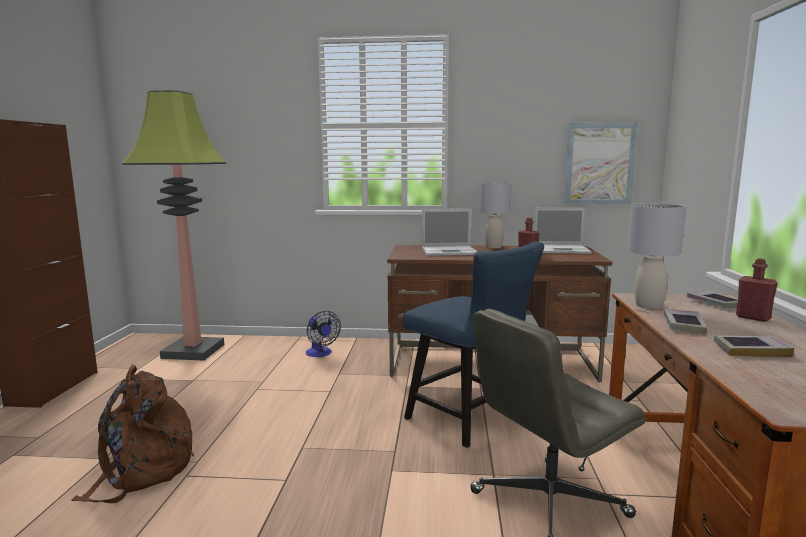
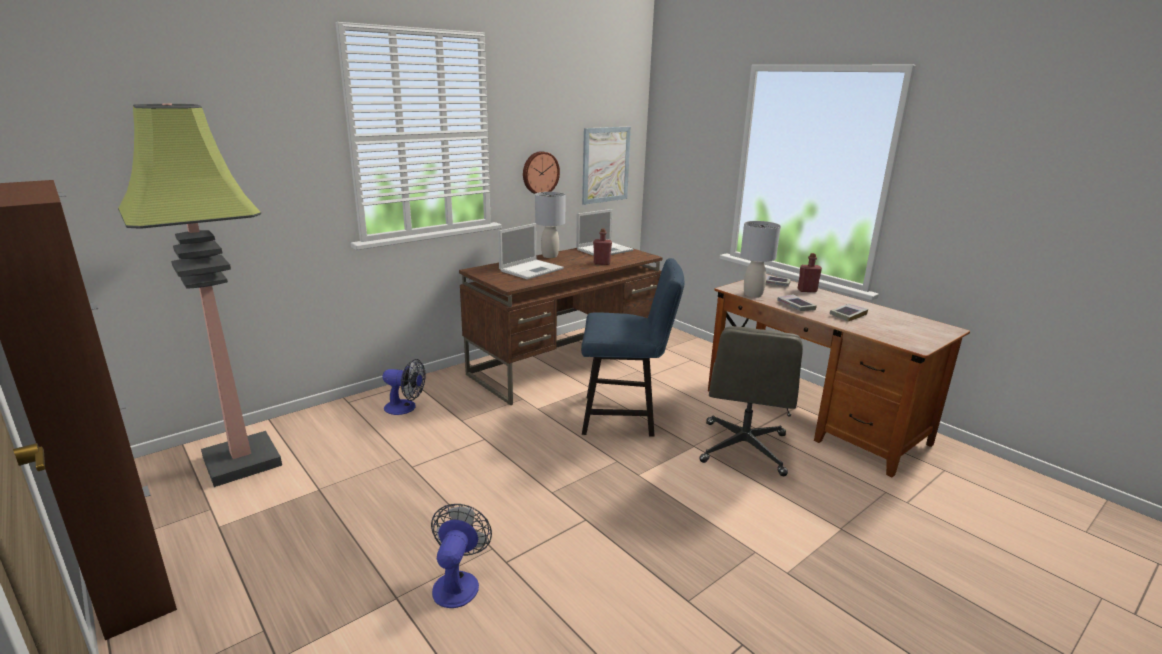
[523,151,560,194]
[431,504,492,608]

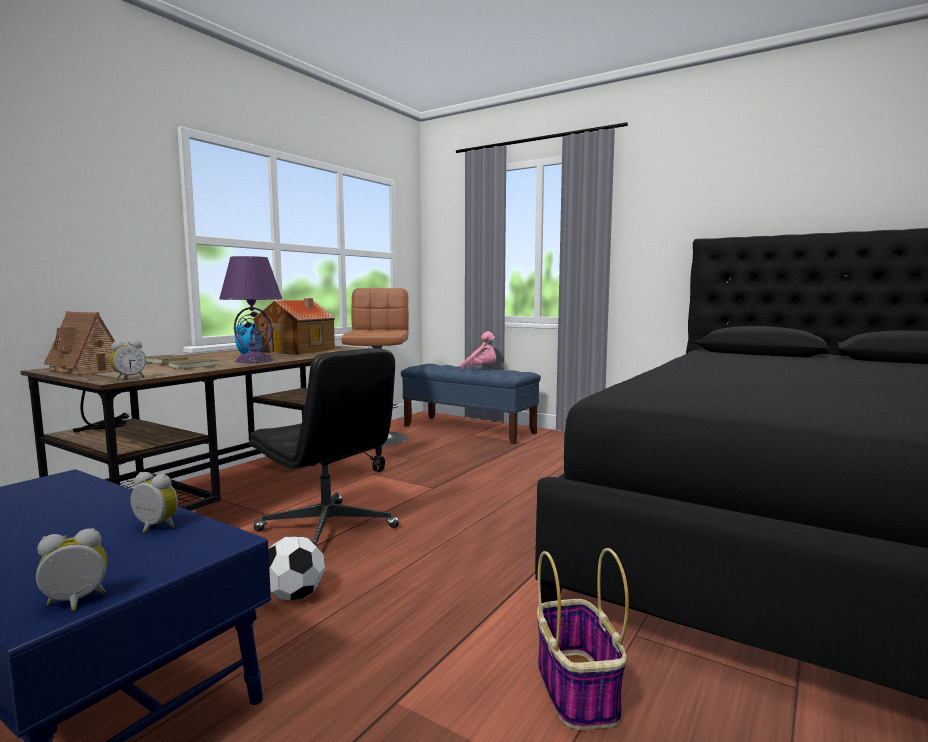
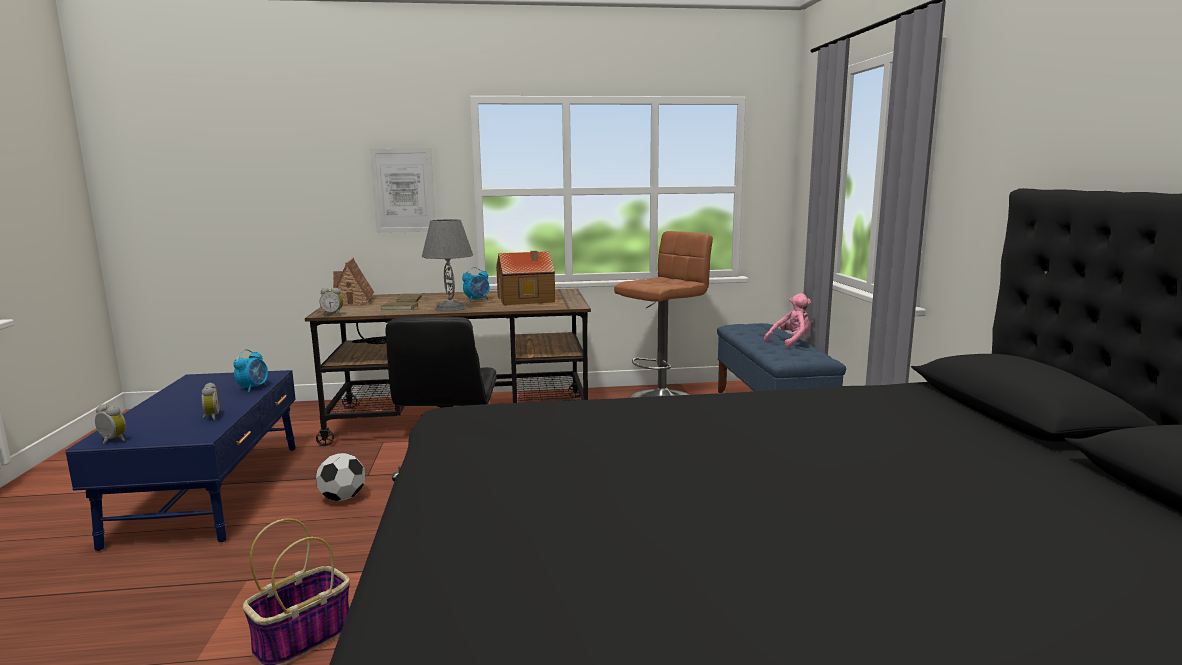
[233,349,268,392]
[370,148,435,233]
[422,219,473,311]
[764,293,811,349]

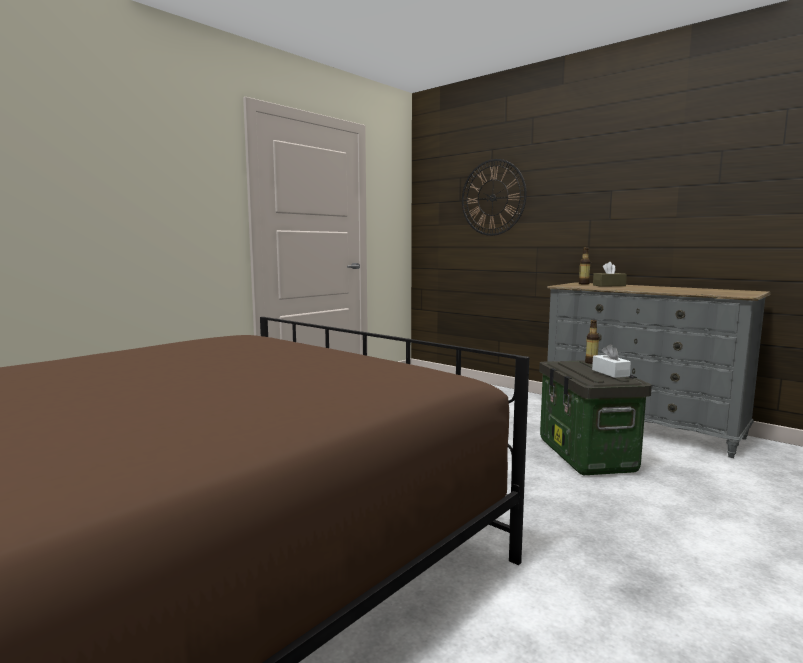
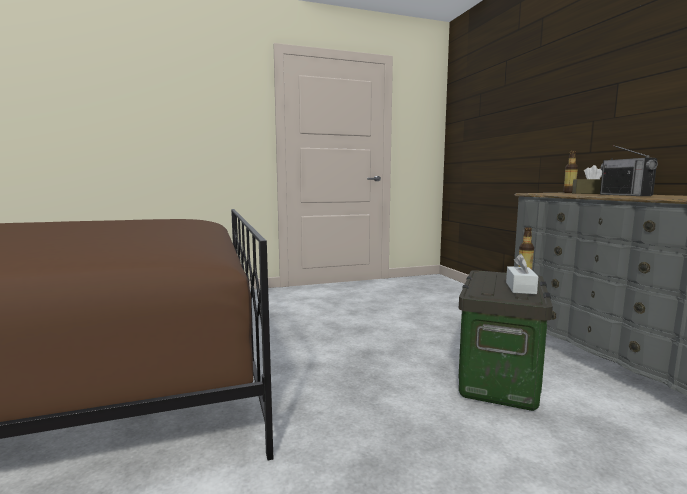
[462,159,527,236] (first image)
[600,145,658,196]

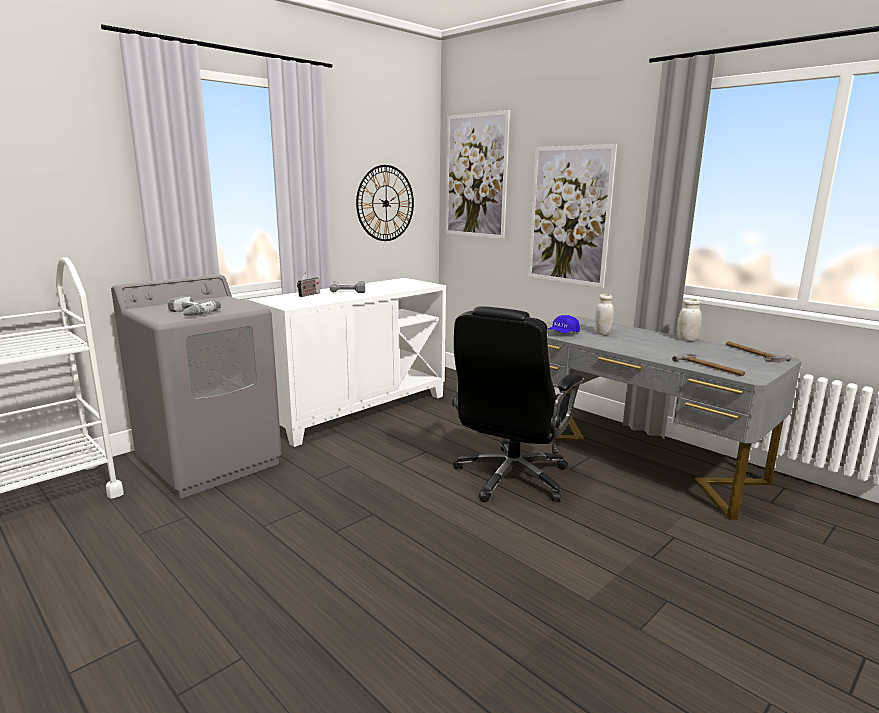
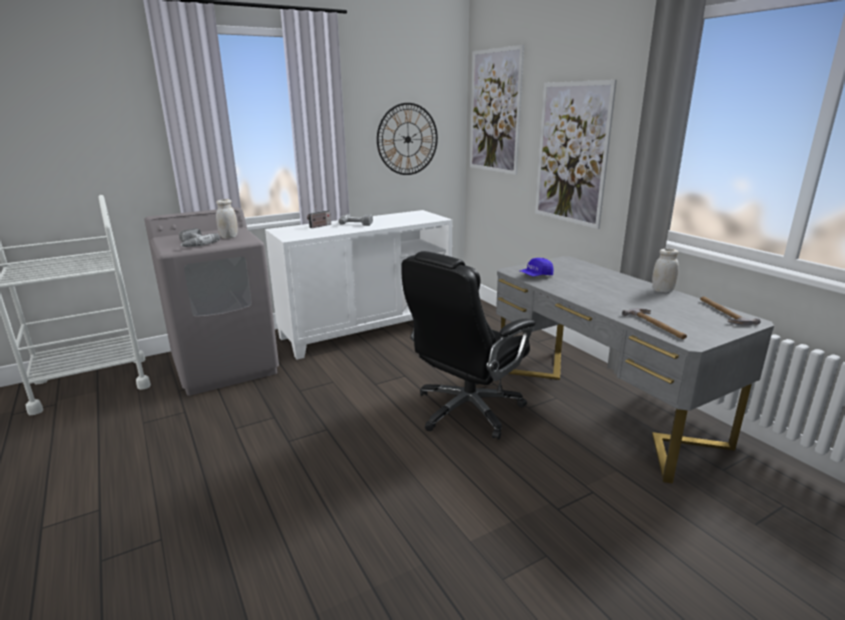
[216,199,238,239]

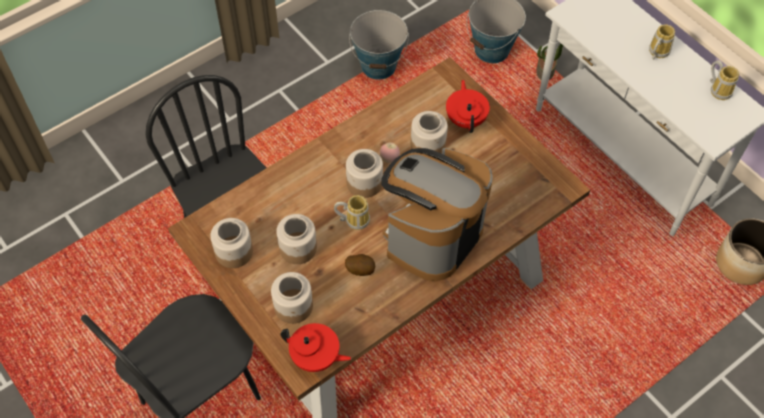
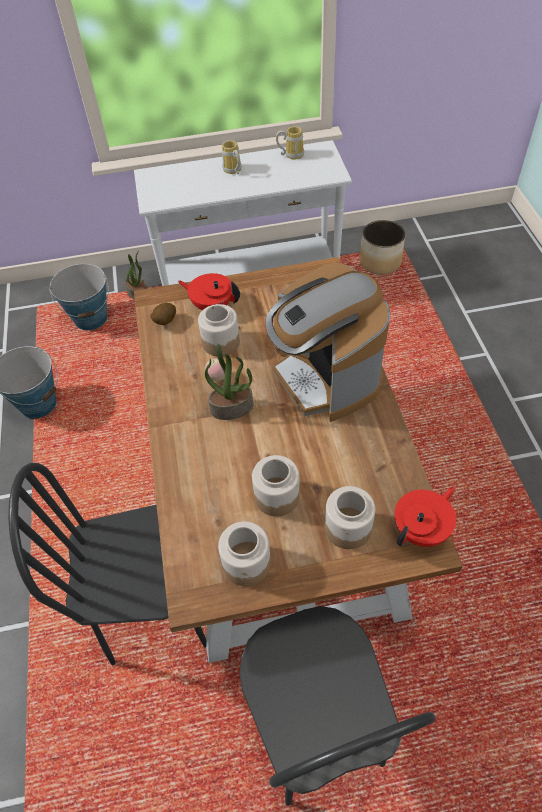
[334,195,370,230] (first image)
[150,303,176,325]
[205,343,253,420]

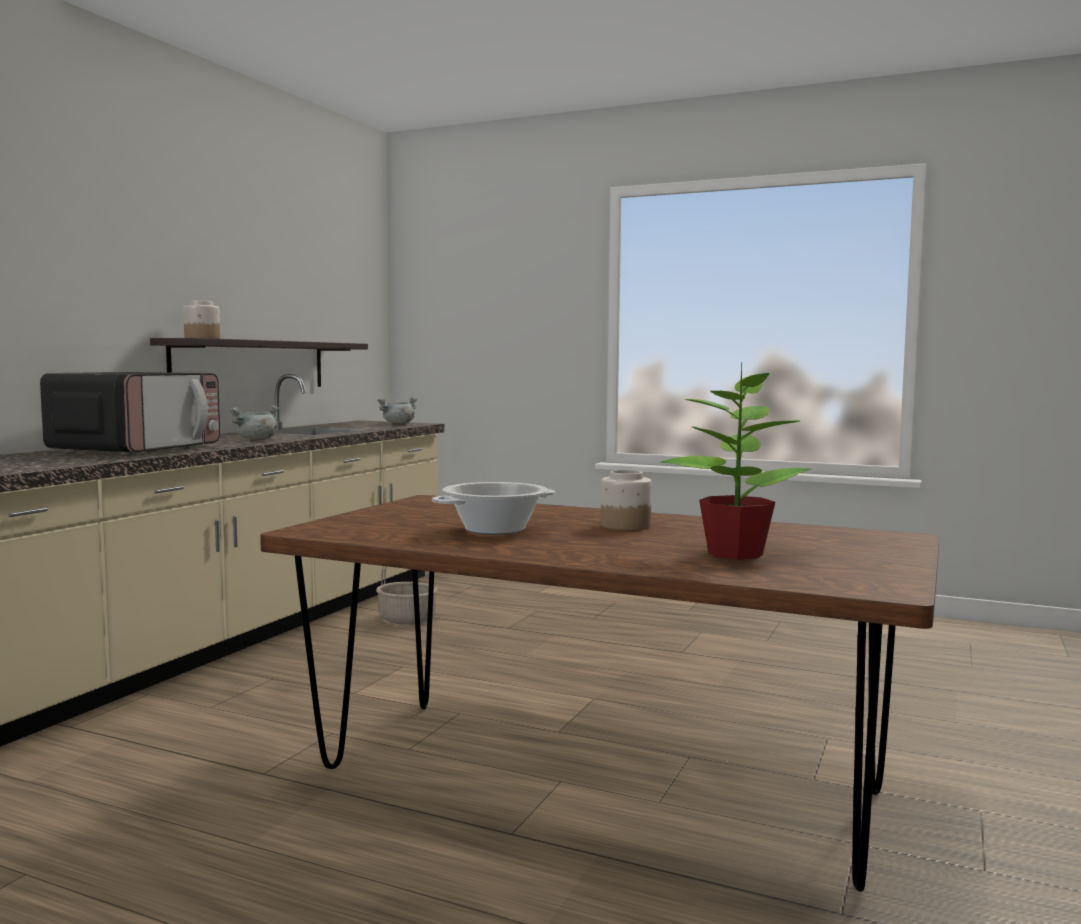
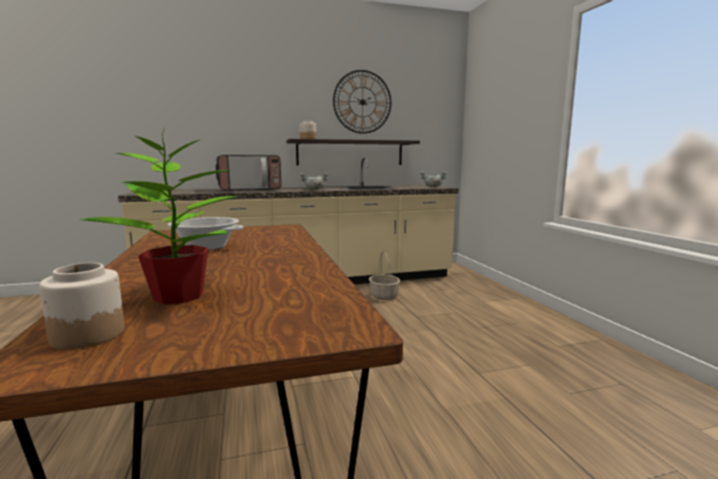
[333,70,391,134]
[39,263,125,349]

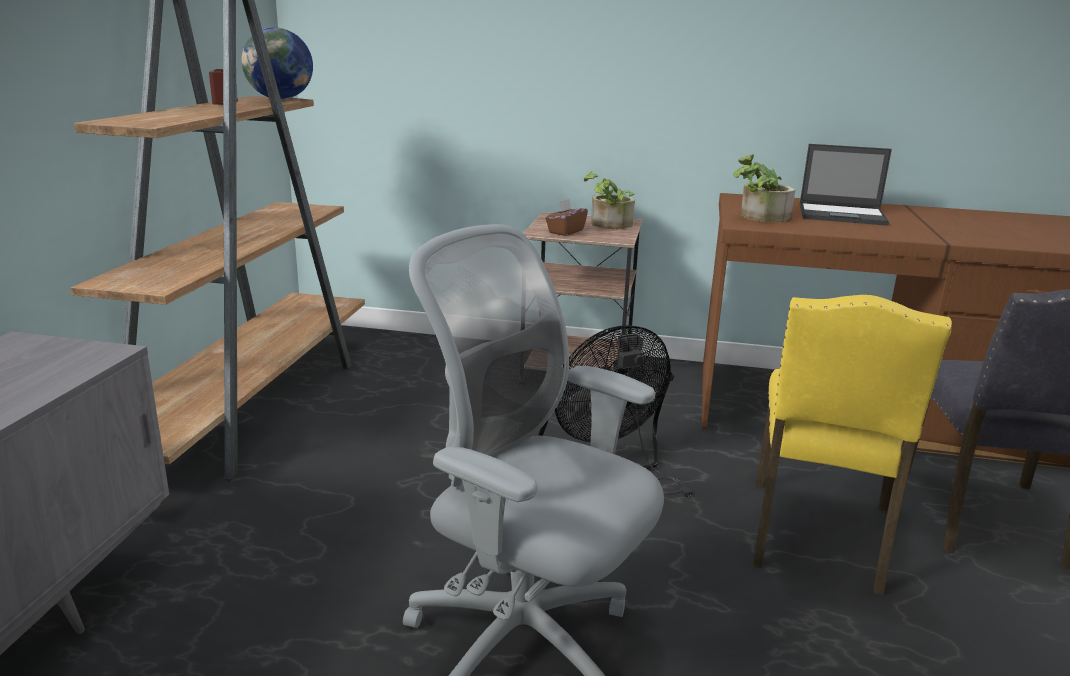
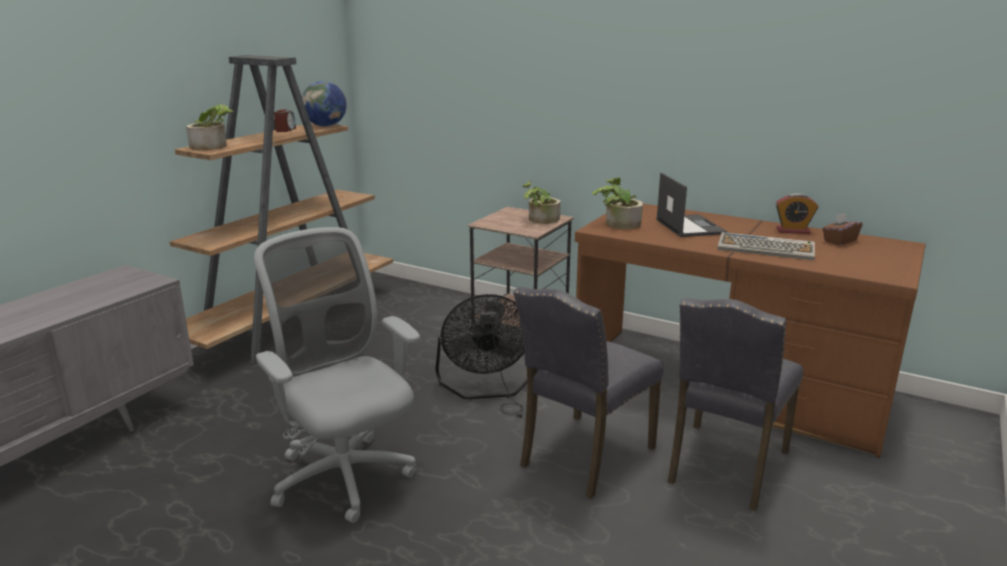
[186,104,233,150]
[717,232,815,260]
[776,193,818,234]
[823,213,863,245]
[513,286,664,499]
[656,172,727,237]

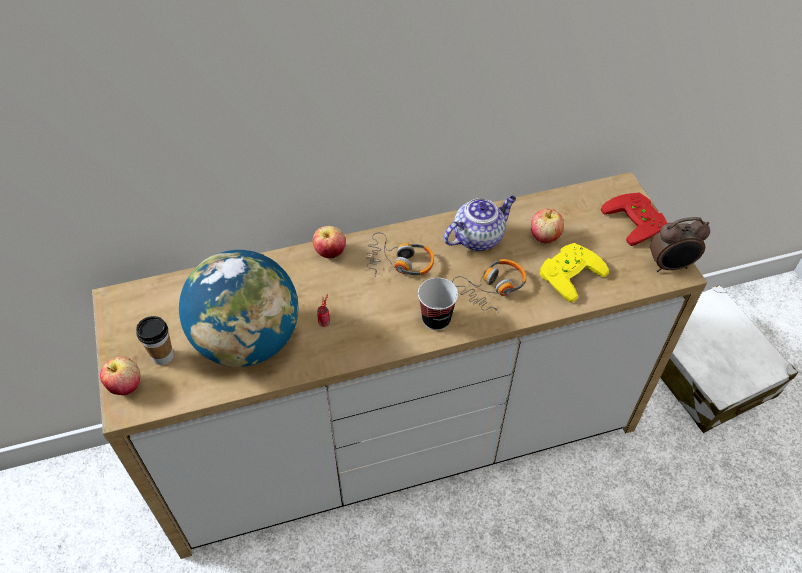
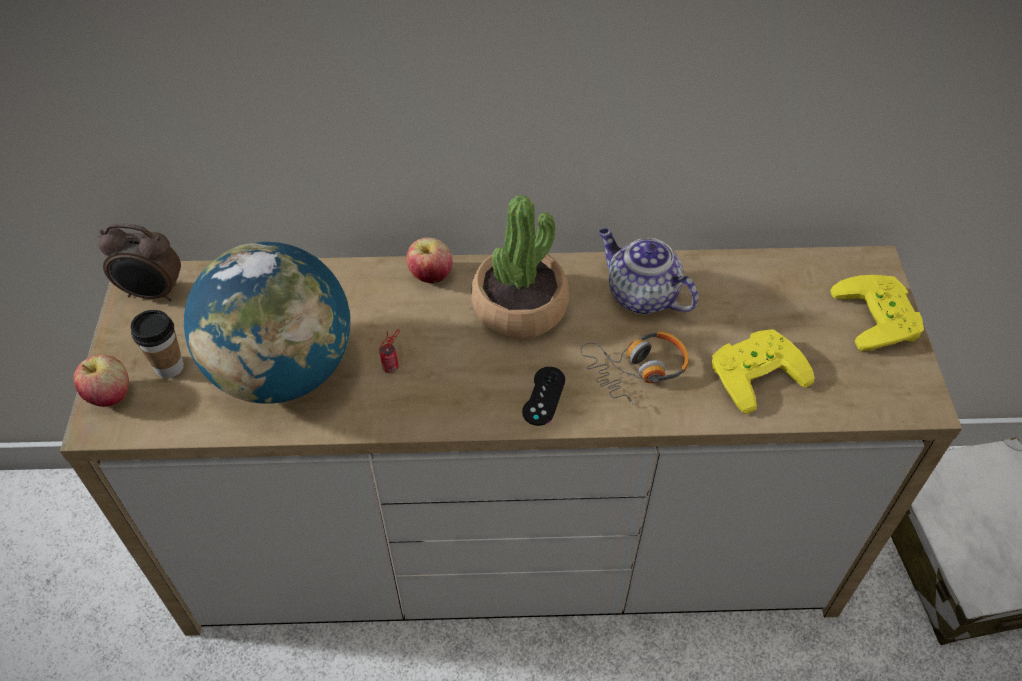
[531,209,564,243] (first image)
[98,223,181,301]
[471,195,569,339]
[522,367,566,426]
[830,275,924,351]
[599,228,699,315]

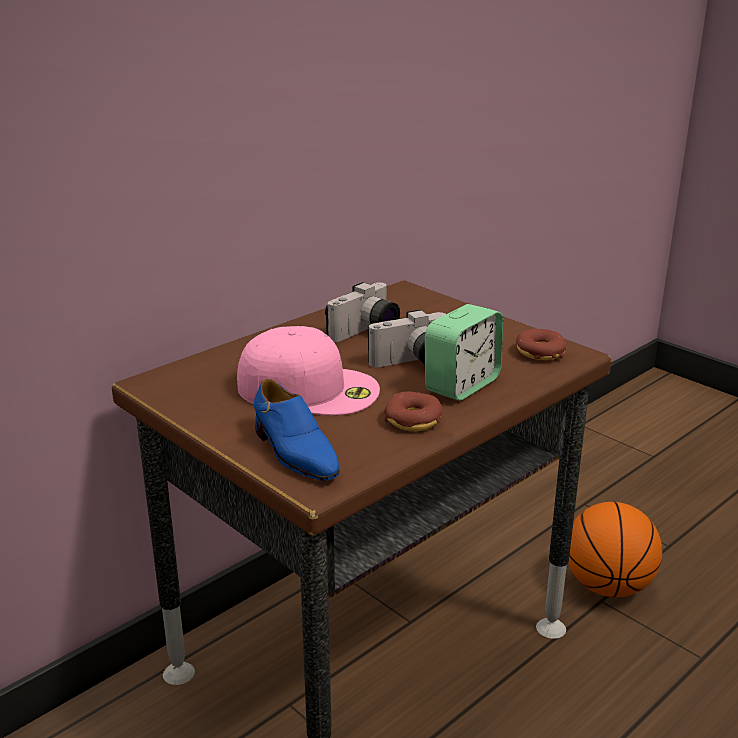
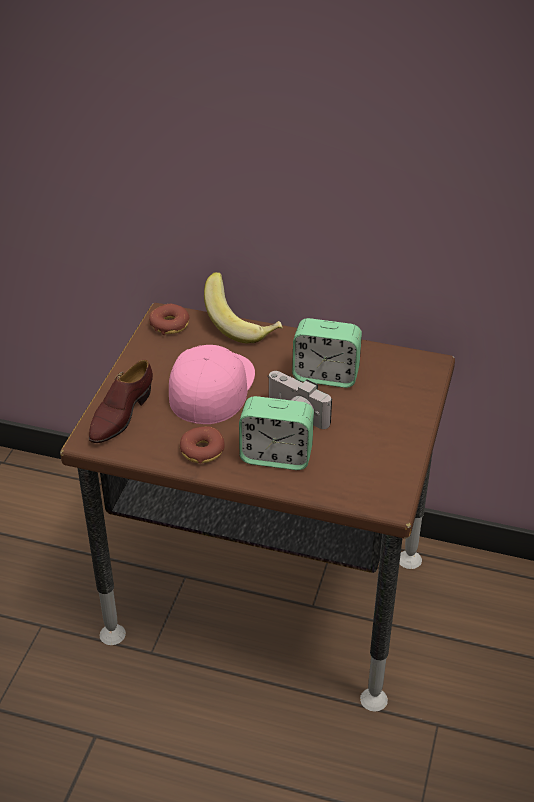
[568,502,662,597] (first image)
[204,272,283,343]
[149,304,189,335]
[292,318,362,388]
[89,360,153,443]
[169,345,255,424]

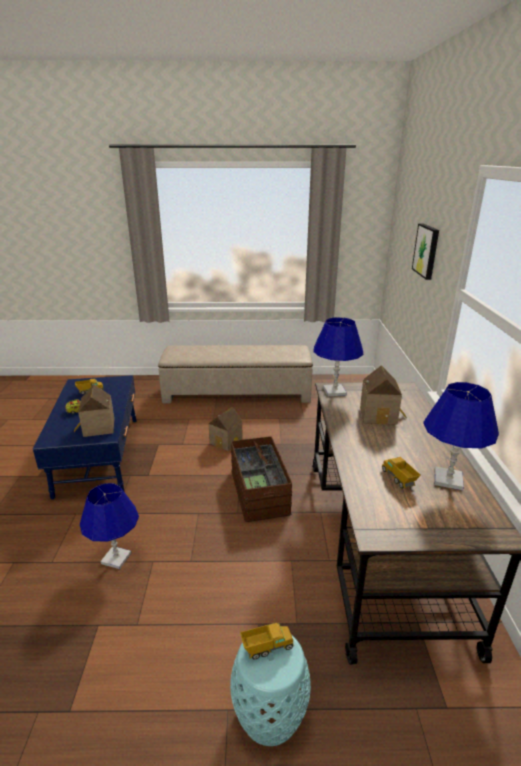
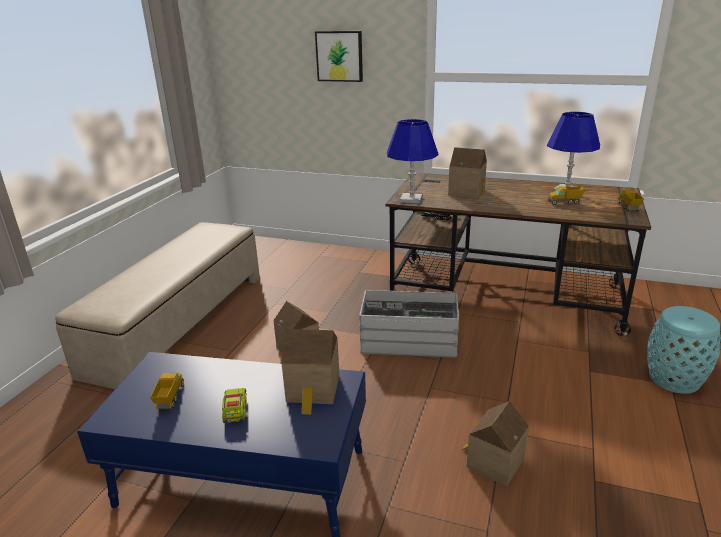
[618,190,644,211]
[461,401,529,486]
[359,290,459,358]

